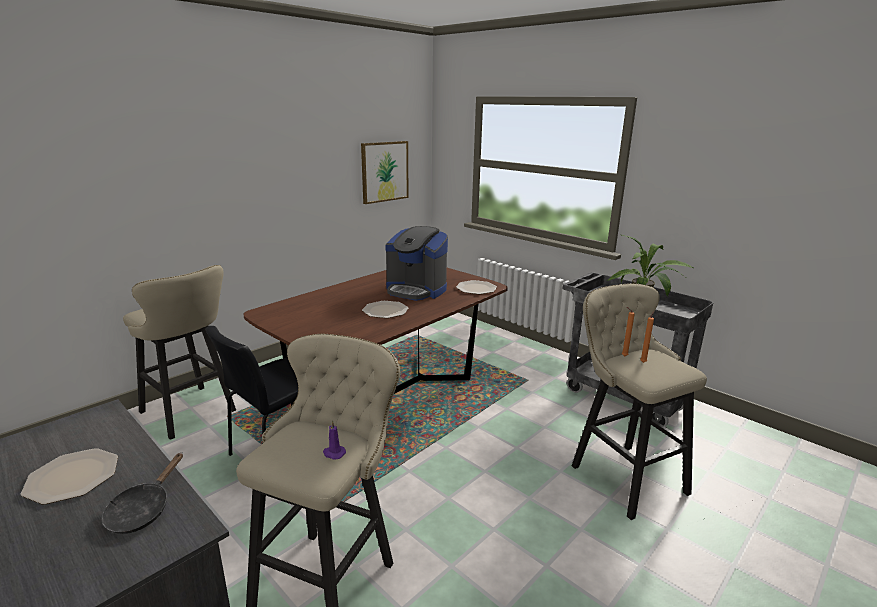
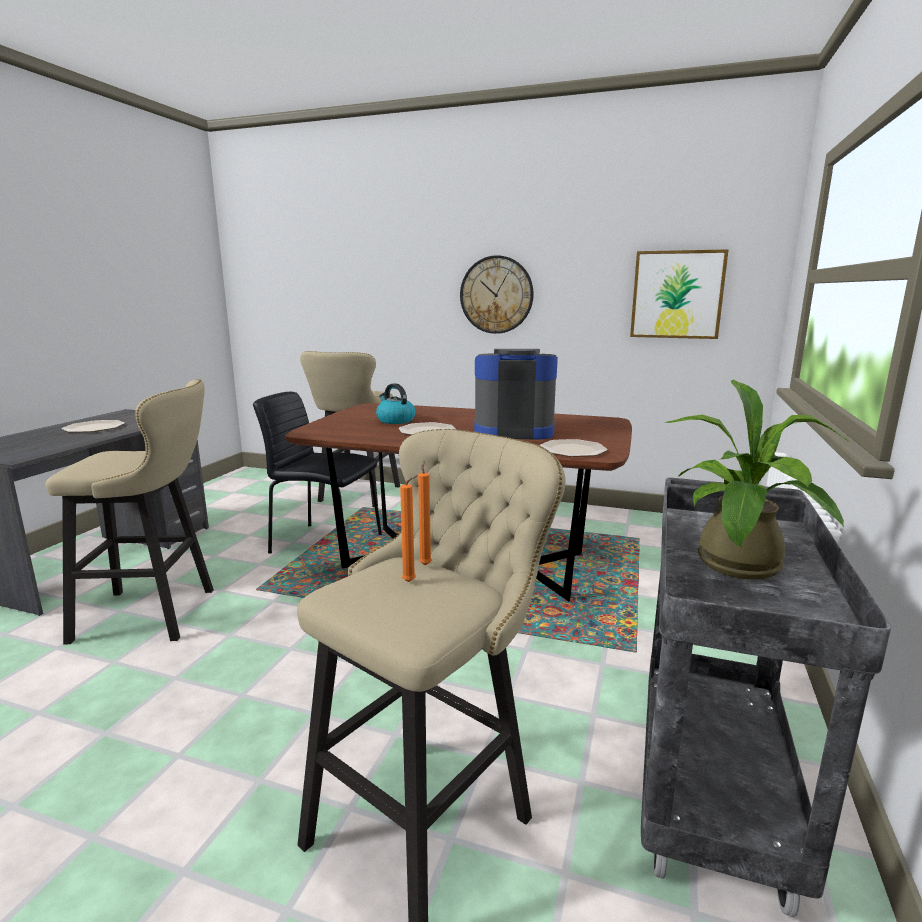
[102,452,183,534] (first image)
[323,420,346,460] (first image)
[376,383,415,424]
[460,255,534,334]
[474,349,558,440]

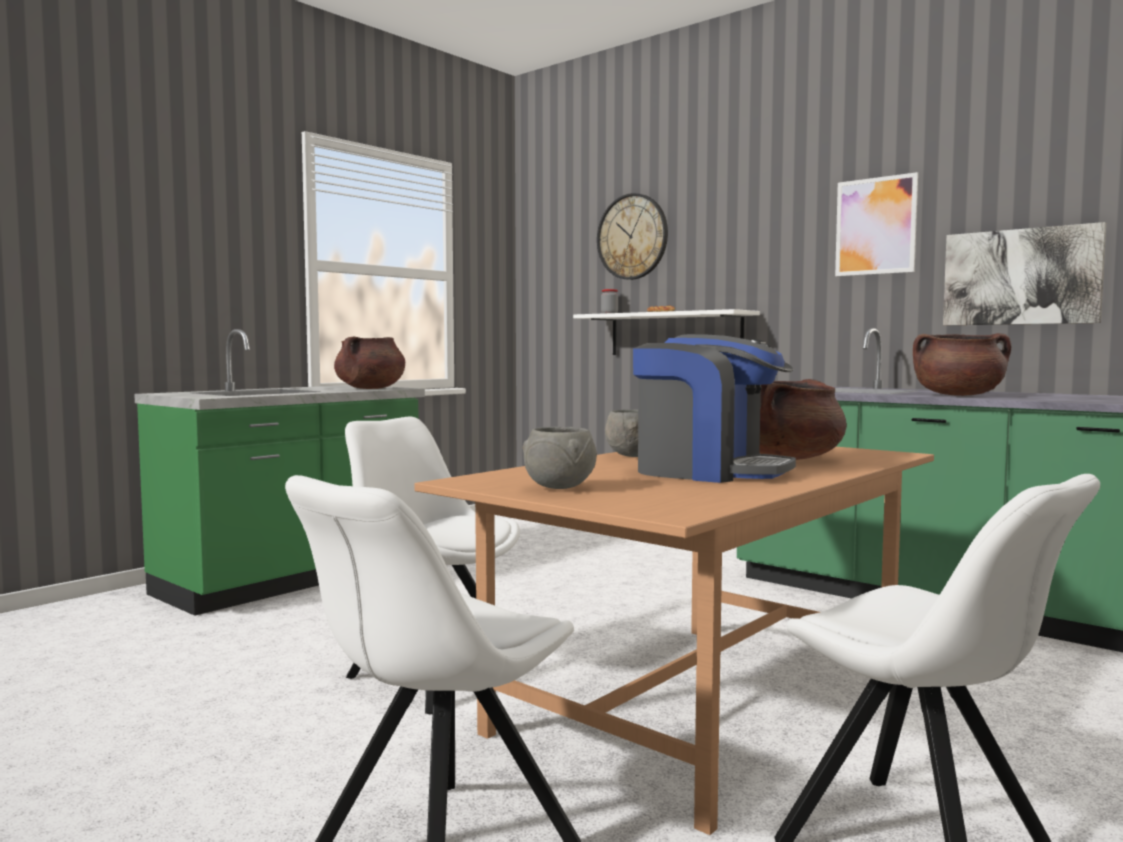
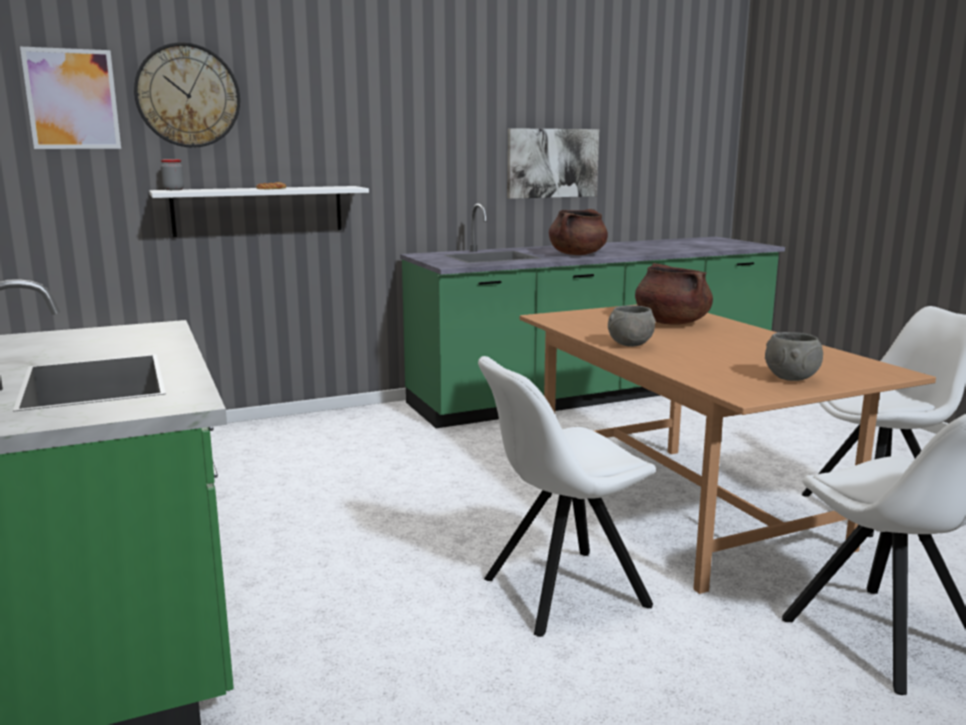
[334,337,405,389] (first image)
[633,334,796,483] (first image)
[20,47,121,149]

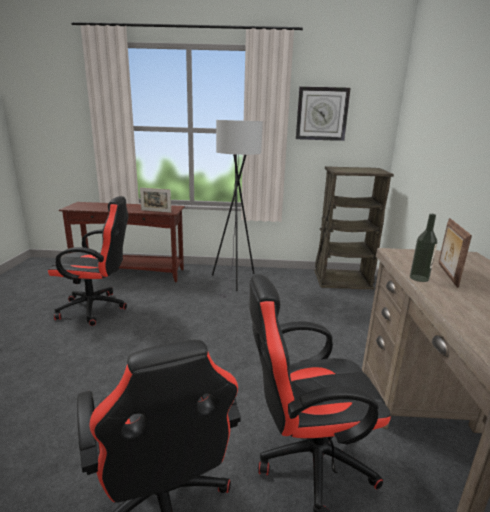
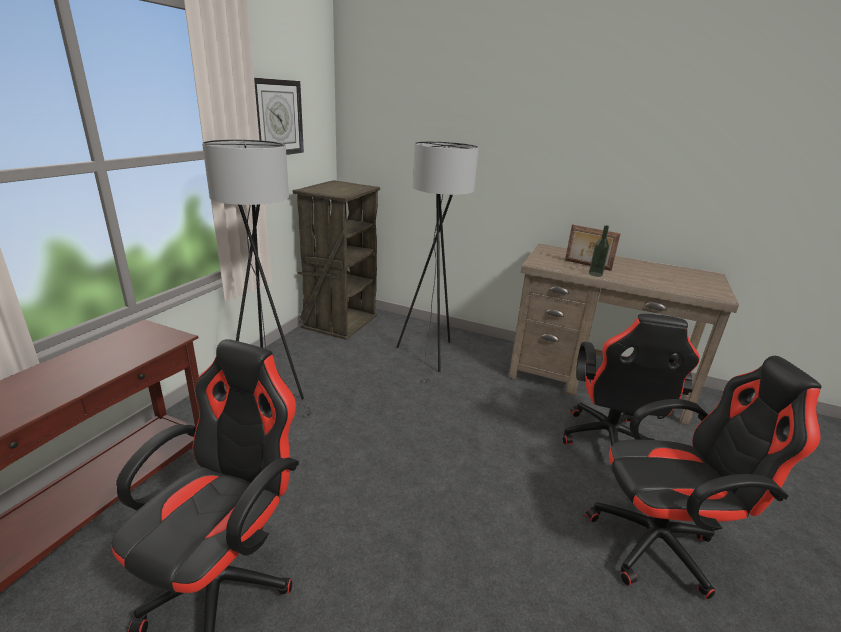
[140,188,171,213] (first image)
[396,141,479,384]

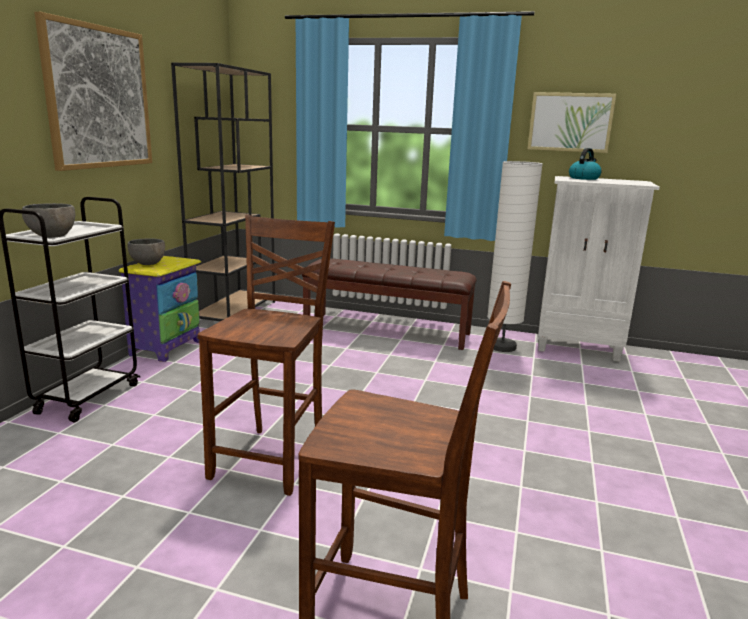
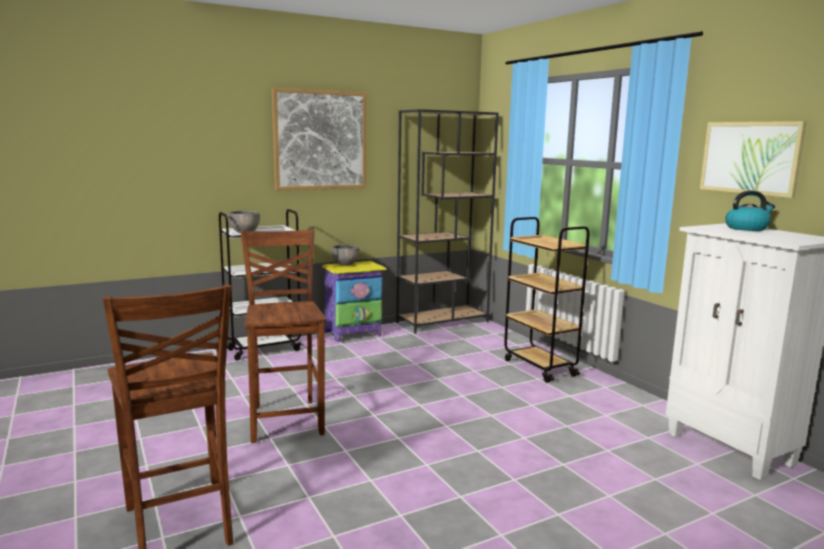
[487,161,543,352] (first image)
[504,217,590,383]
[241,229,326,443]

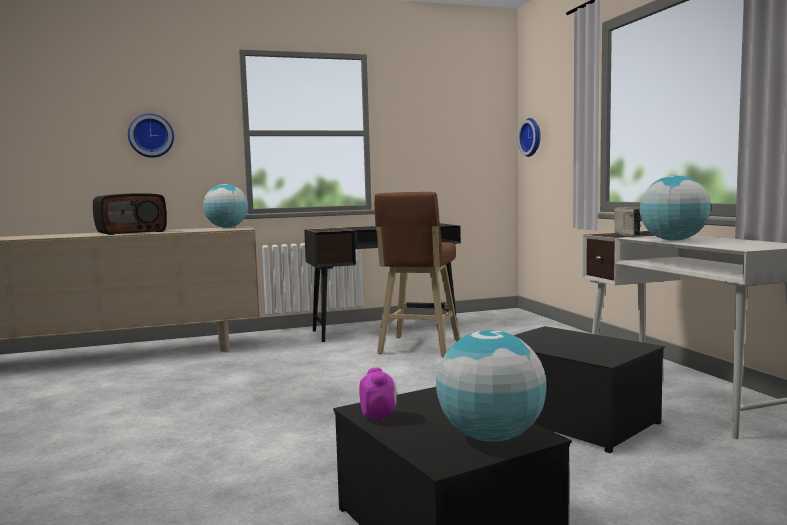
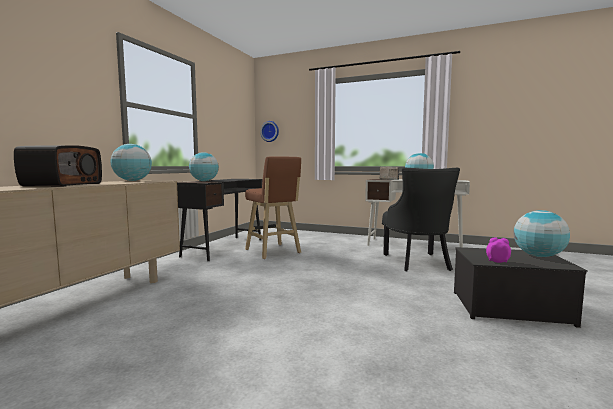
[128,113,174,158] (first image)
[189,152,219,181]
[382,168,460,271]

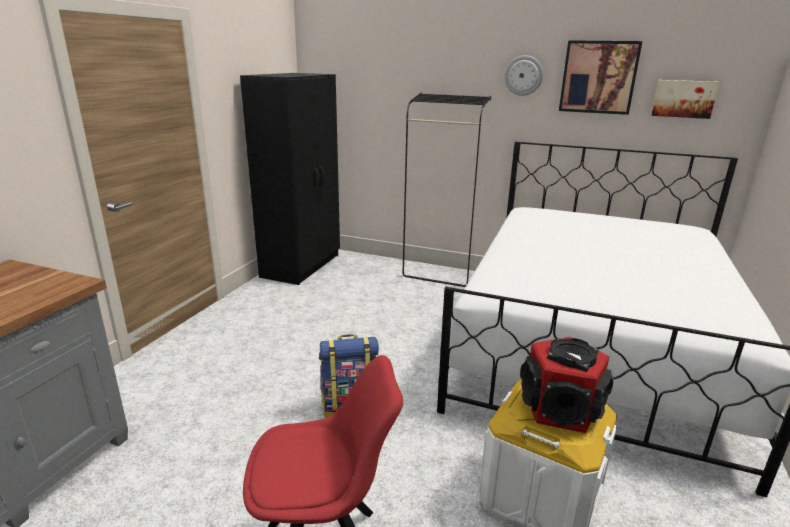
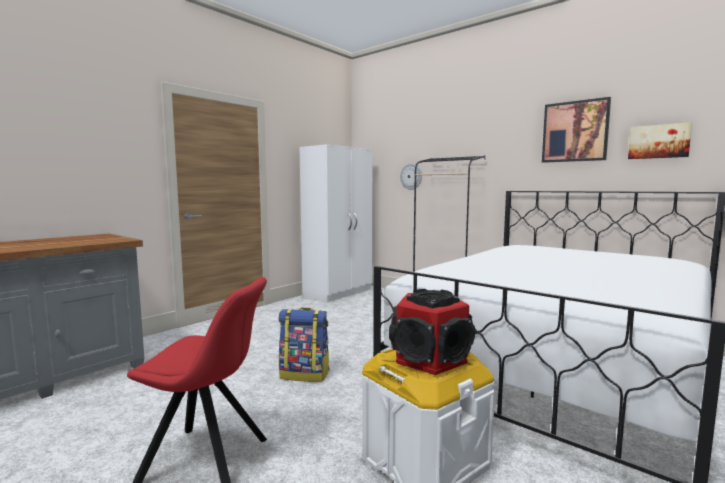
[400,163,422,190]
[299,144,373,302]

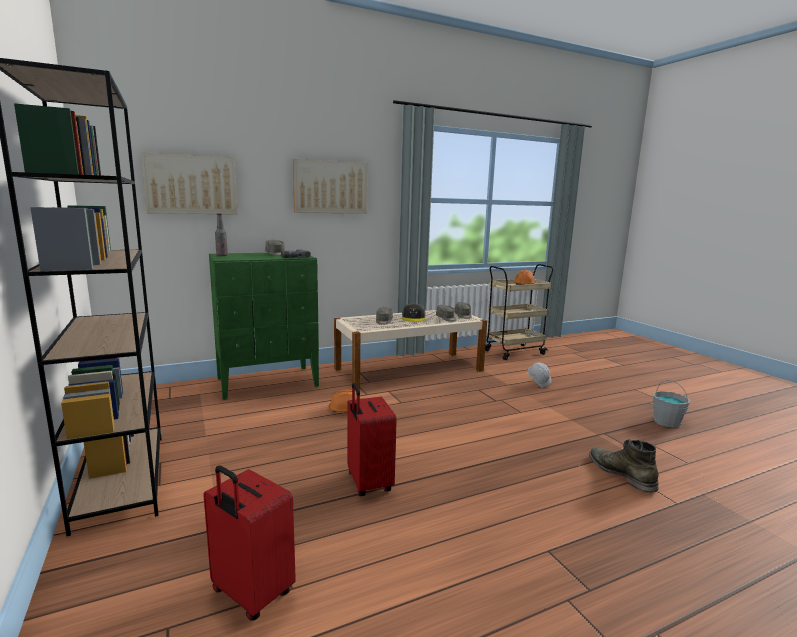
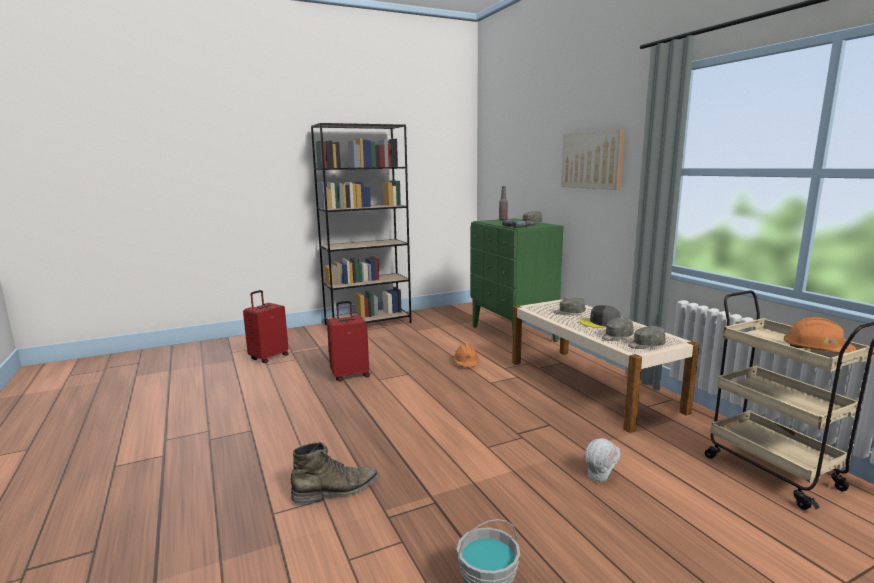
[141,152,238,215] (first image)

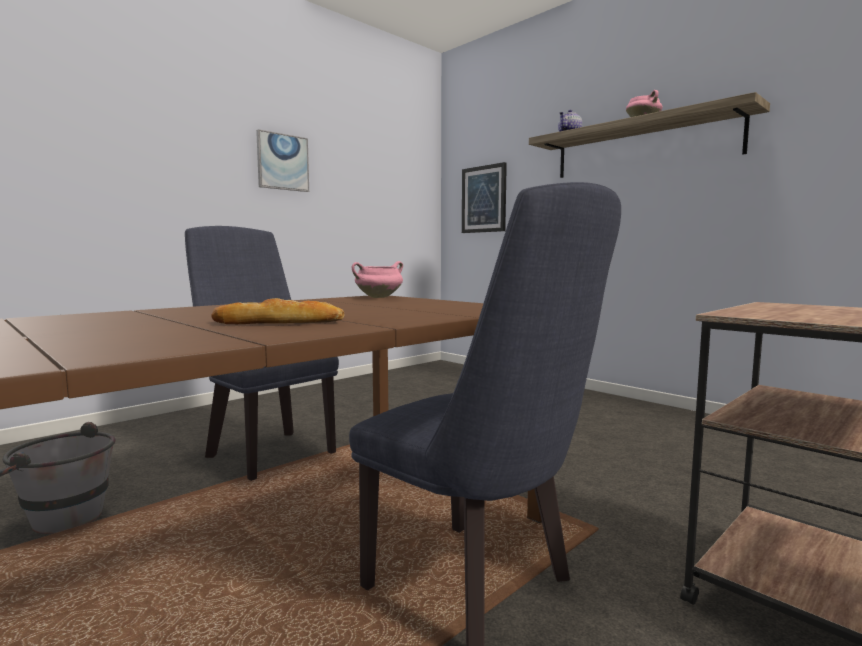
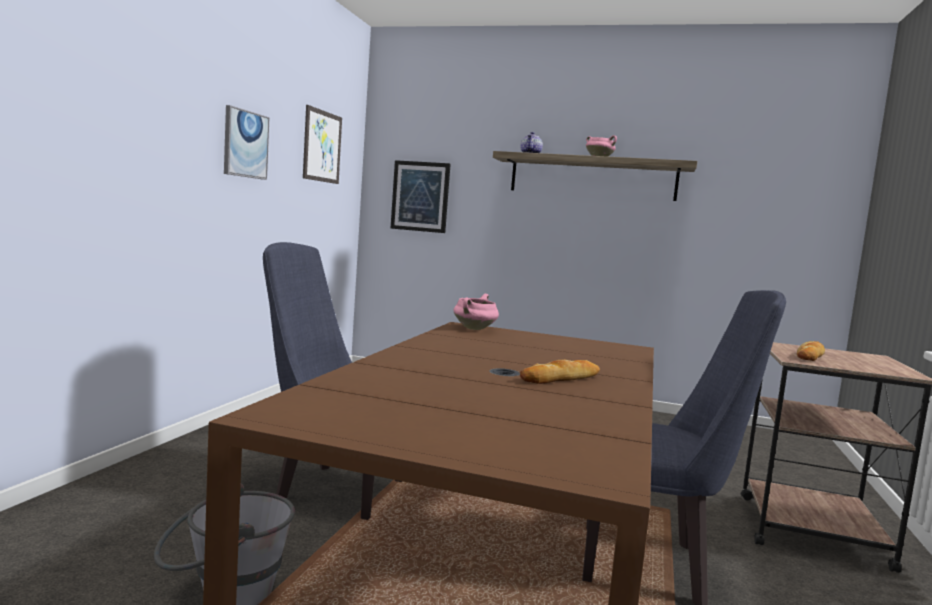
[303,105,342,184]
[797,341,825,361]

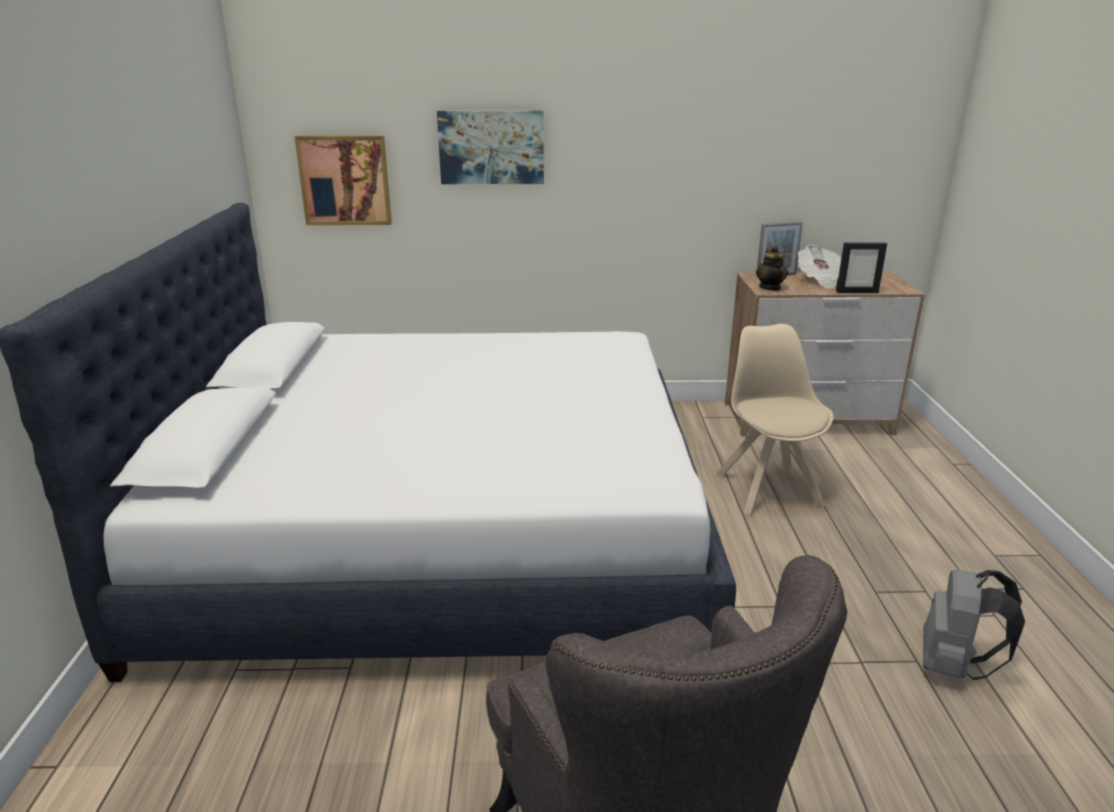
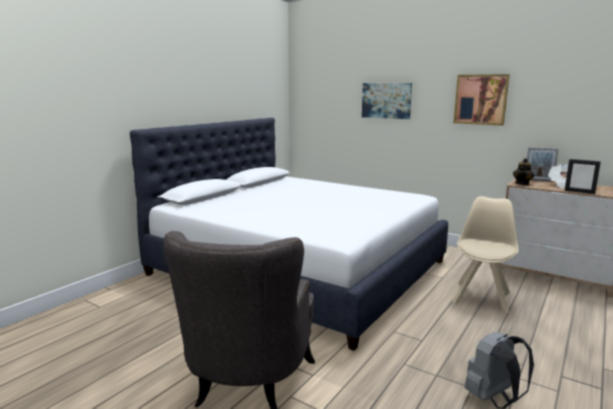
[454,74,510,126]

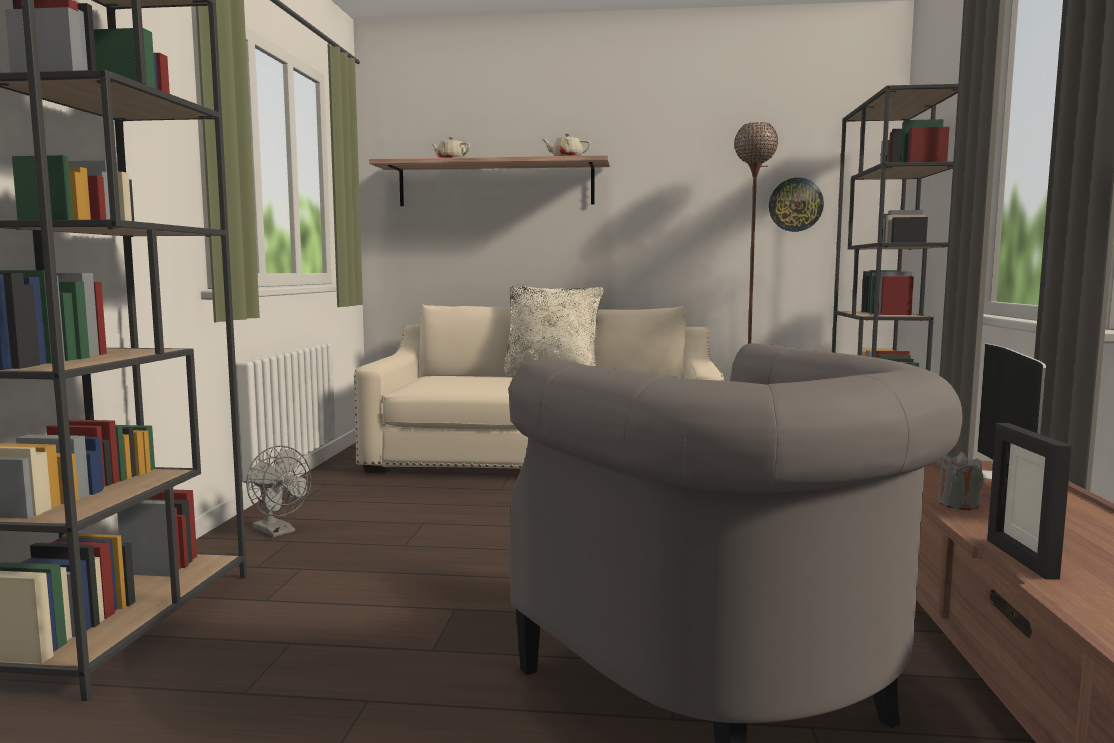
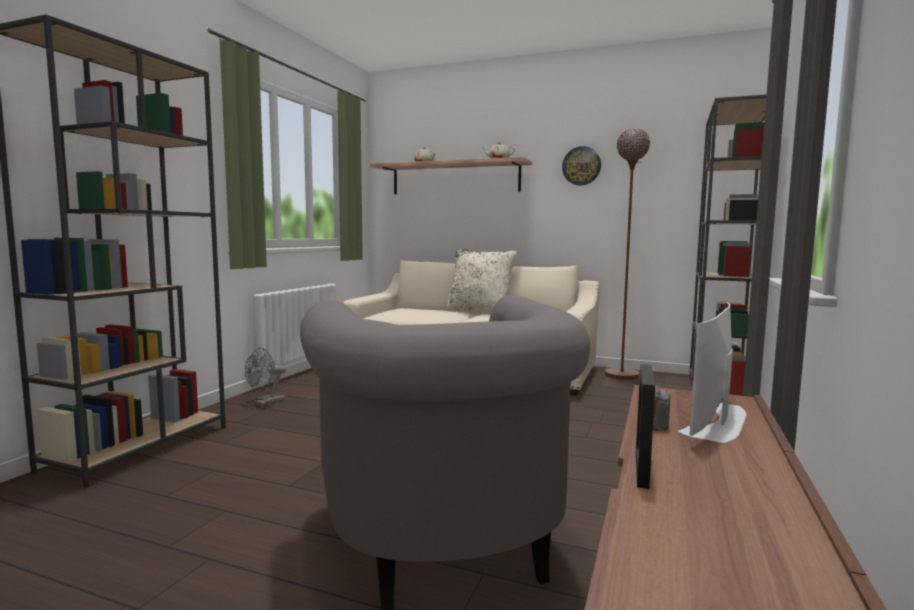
[562,146,601,186]
[245,348,286,405]

